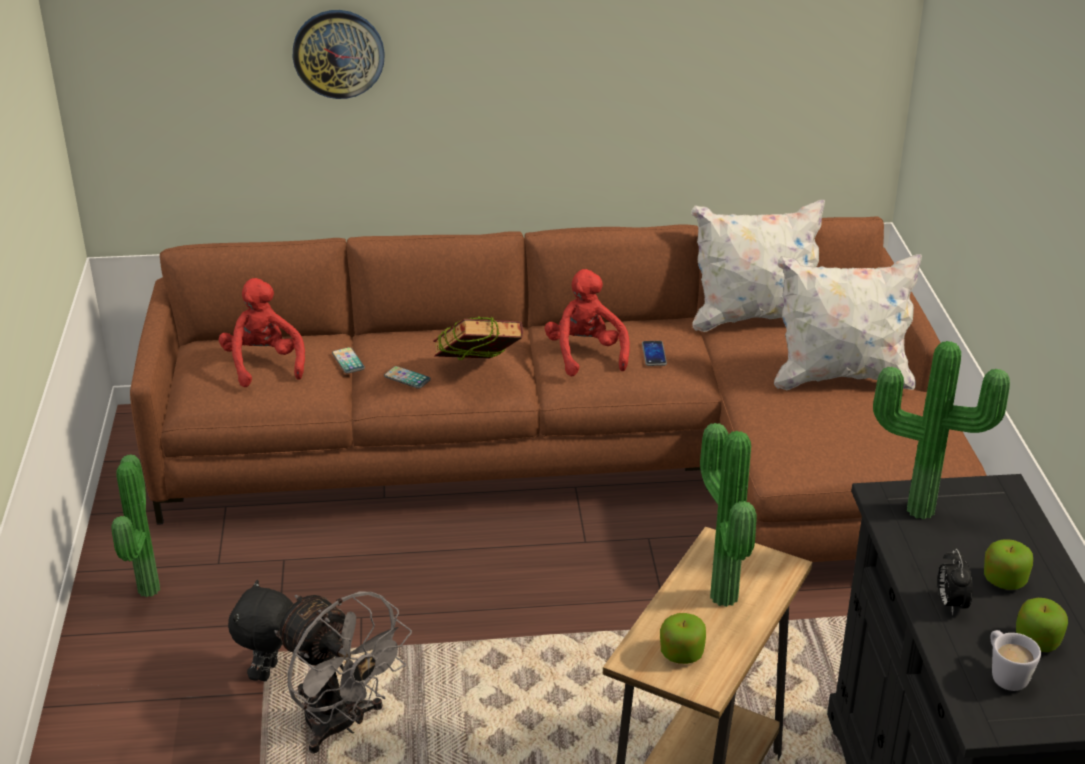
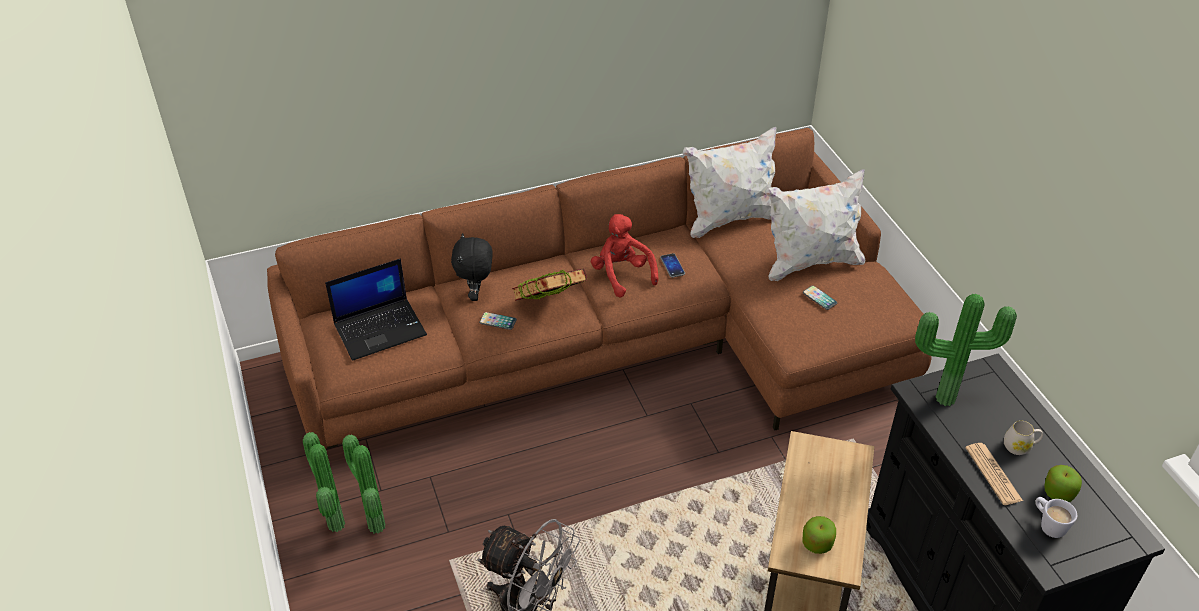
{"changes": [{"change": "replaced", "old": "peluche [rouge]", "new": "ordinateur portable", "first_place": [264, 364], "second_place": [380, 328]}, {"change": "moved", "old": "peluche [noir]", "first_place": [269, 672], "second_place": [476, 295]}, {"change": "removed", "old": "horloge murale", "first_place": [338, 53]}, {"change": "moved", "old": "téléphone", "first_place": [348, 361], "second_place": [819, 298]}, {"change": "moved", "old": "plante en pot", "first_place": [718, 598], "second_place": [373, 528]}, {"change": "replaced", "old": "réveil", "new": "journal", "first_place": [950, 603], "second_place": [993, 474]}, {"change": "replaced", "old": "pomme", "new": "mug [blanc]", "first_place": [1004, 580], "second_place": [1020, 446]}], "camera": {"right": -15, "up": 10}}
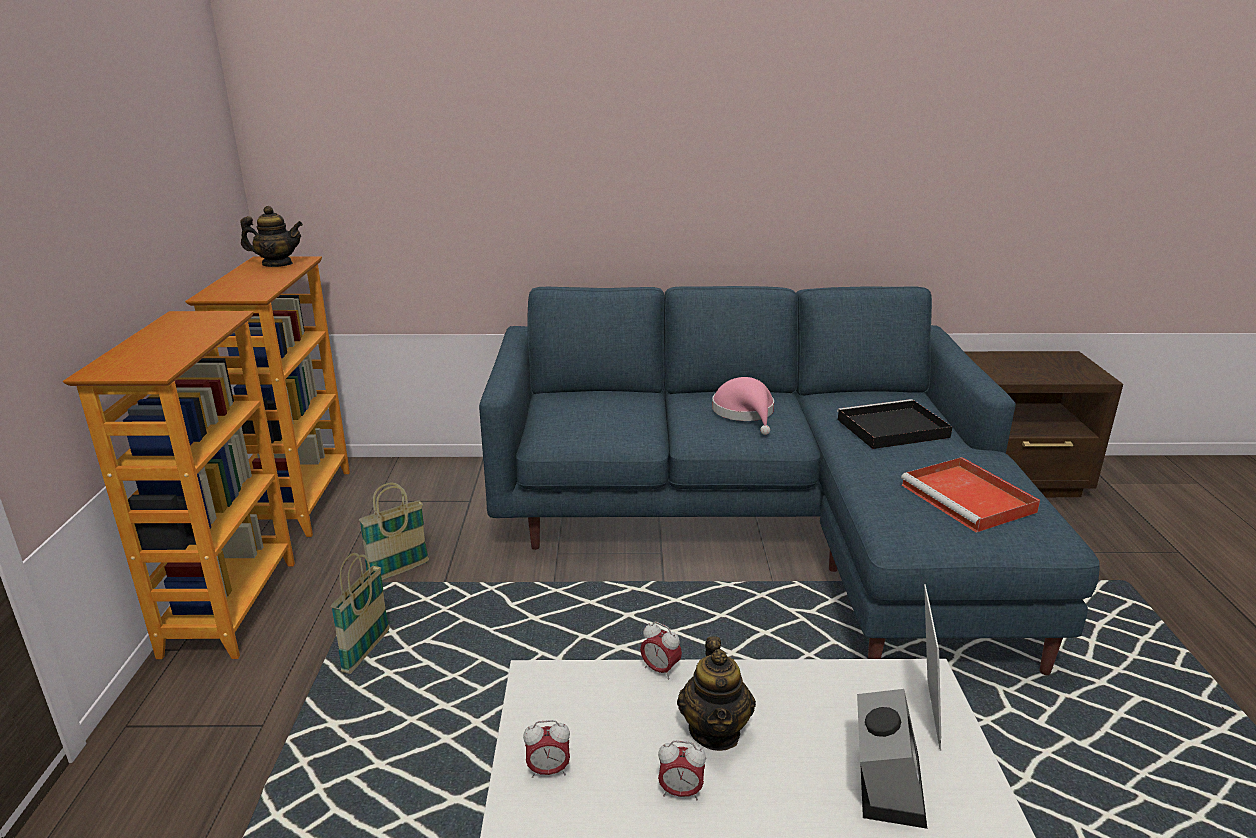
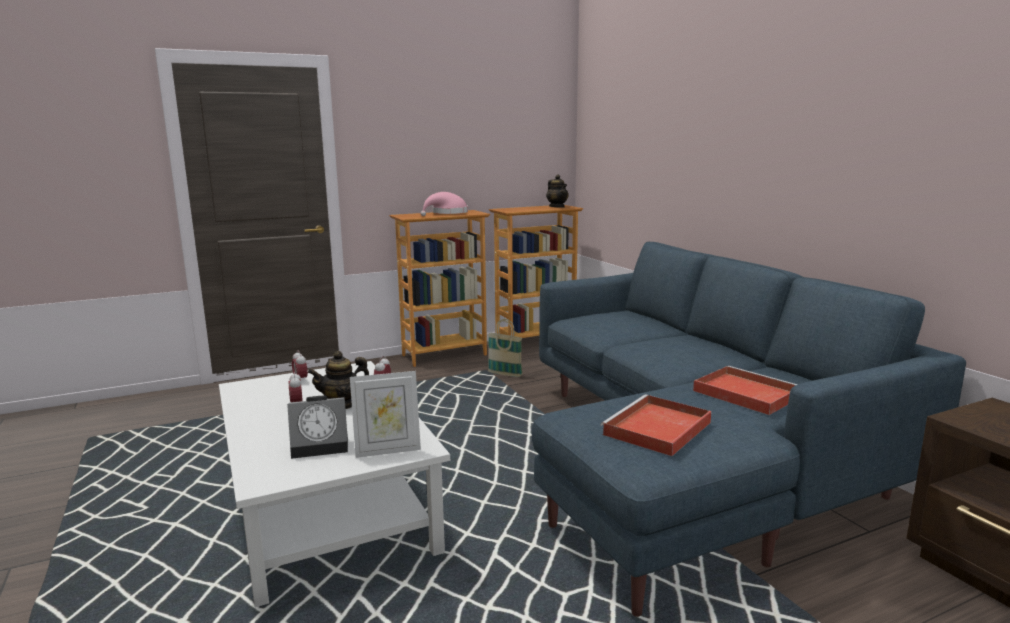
{"changes": [{"change": "removed", "old": "panier", "first_place": [366, 652]}, {"change": "moved", "old": "chapeau [rose]", "first_place": [745, 413], "second_place": [447, 213]}, {"change": "recoloured", "old": "plateau [noir]", "new": "plateau [rouge]", "first_place": [891, 429], "second_place": [744, 393]}], "camera": {"right": 65, "up": -10}}
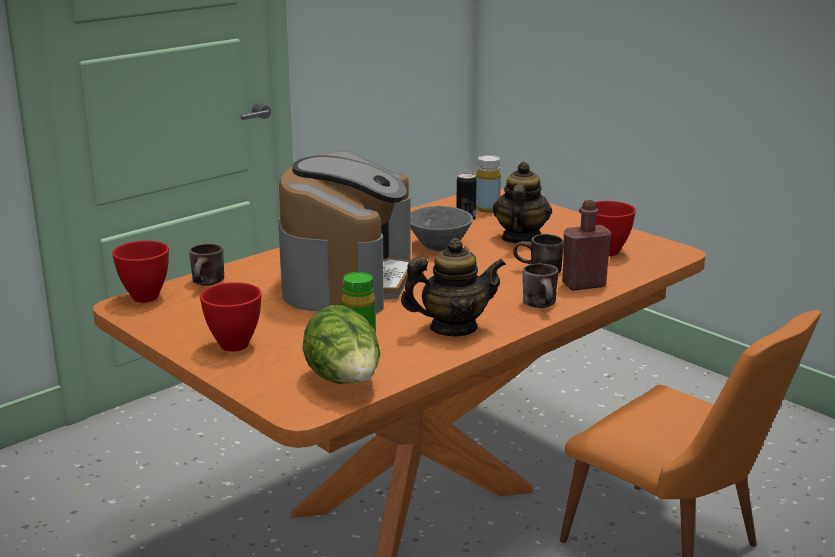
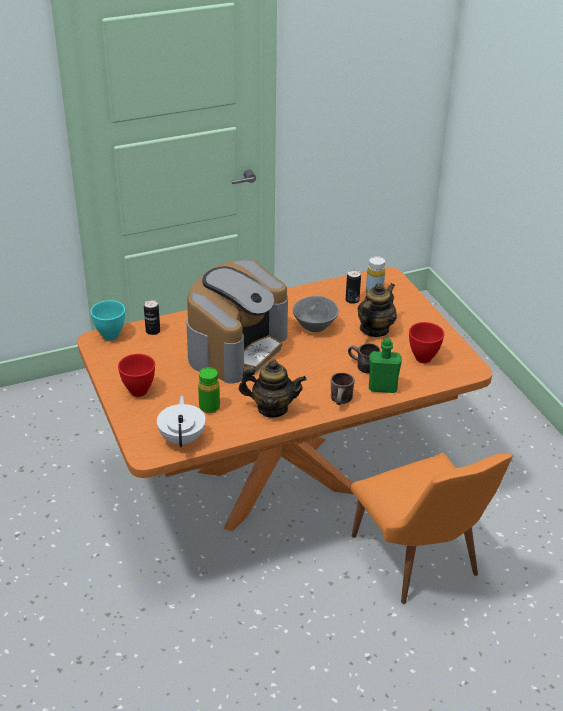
{"changes": [{"change": "recoloured", "old": "bol [rouge]", "new": "bol [turquoise]", "first_place": [146, 298], "second_place": [111, 336]}, {"change": "replaced", "old": "mug [marron]", "new": "boîte métallique", "first_place": [209, 283], "second_place": [153, 331]}, {"change": "replaced", "old": "laitue", "new": "théière [blanc]", "first_place": [345, 382], "second_place": [182, 438]}, {"change": "recoloured", "old": "bouteille [rouge]", "new": "bouteille [vert]", "first_place": [584, 285], "second_place": [382, 388]}], "camera": {"right": 20, "up": 15}}
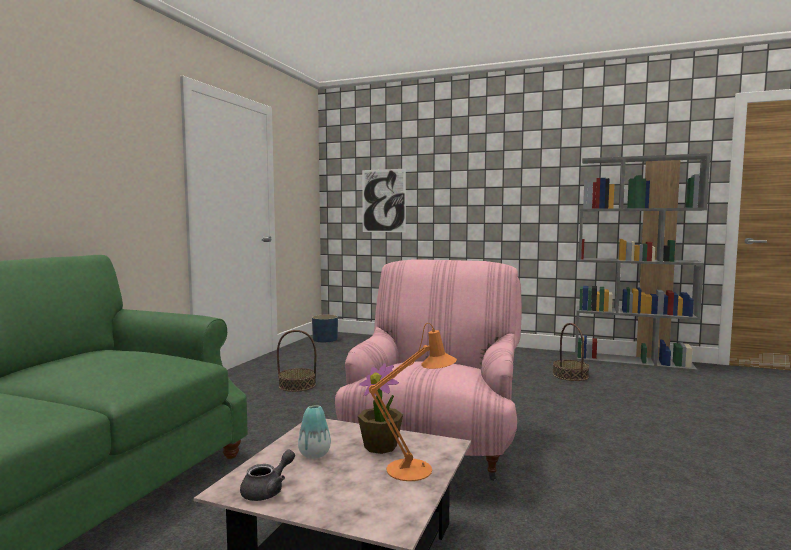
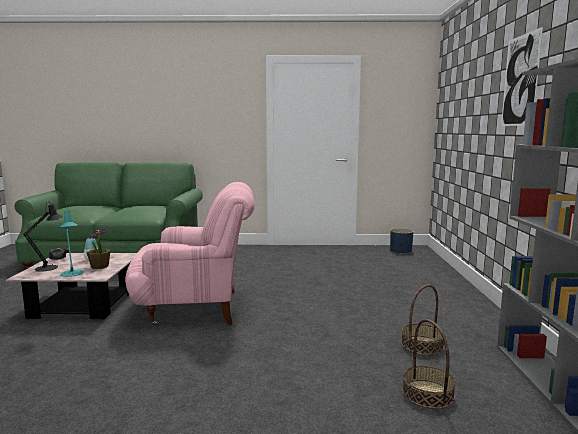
{"changes": [{"change": "moved", "old": "panier", "first_place": [297, 385], "second_place": [428, 394]}, {"change": "moved", "old": "tableau", "first_place": [383, 200], "second_place": [520, 80]}, {"change": "recoloured", "old": "lampe de table [orange]", "new": "lampe de table [turquoise]", "first_place": [416, 469], "second_place": [72, 274]}, {"change": "added", "new": "lampe de table [noir]", "second_place": [49, 267]}], "camera": {"right": 70, "up": 5}}
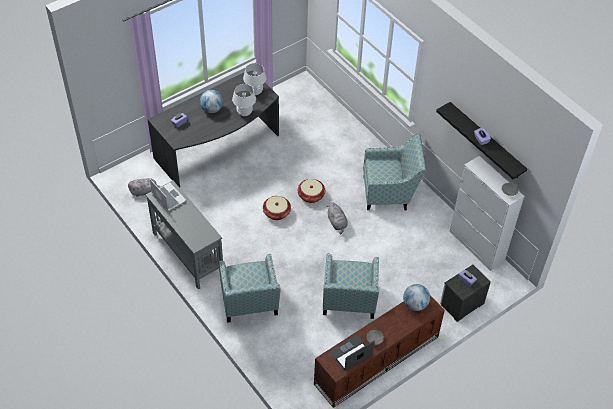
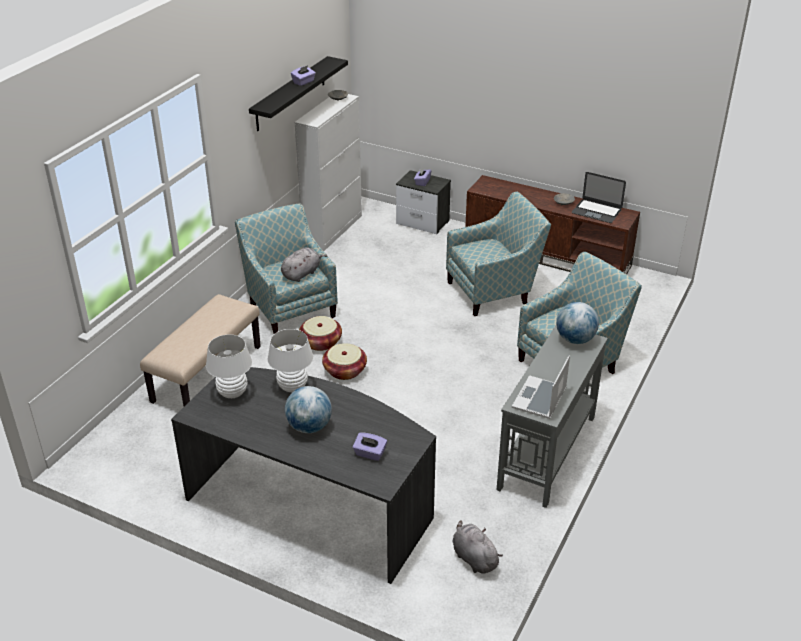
{"changes": [{"change": "moved", "old": "panier", "first_place": [276, 213], "second_place": [321, 342]}, {"change": "moved", "old": "peluche [gris]", "first_place": [337, 223], "second_place": [302, 273]}, {"change": "moved", "old": "globe", "first_place": [415, 304], "second_place": [575, 339]}, {"change": "added", "new": "banc [beige]", "second_place": [206, 373]}], "camera": {"right": -115, "up": -15}}
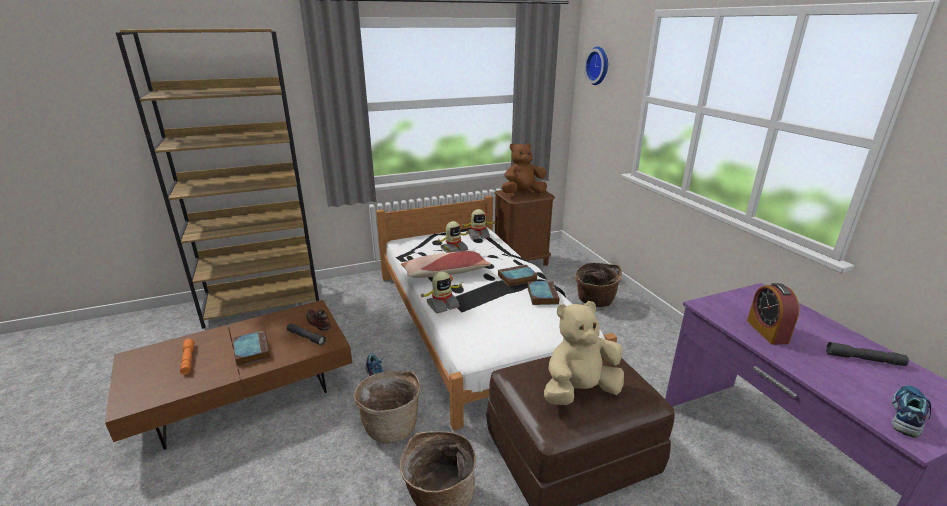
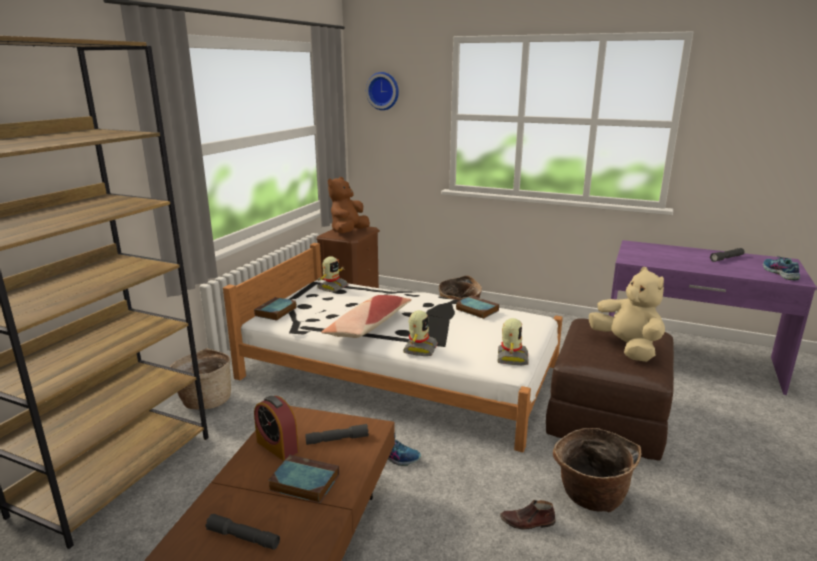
{"changes": [{"change": "recoloured", "old": "lampe de poche [orange]", "new": "lampe de poche [gris]", "first_place": [188, 360], "second_place": [243, 537]}, {"change": "moved", "old": "chaussure [marron]", "first_place": [318, 323], "second_place": [527, 522]}, {"change": "moved", "old": "panier", "first_place": [391, 425], "second_place": [205, 400]}, {"change": "moved", "old": "robot jouet", "first_place": [453, 249], "second_place": [511, 358]}, {"change": "moved", "old": "livre", "first_place": [517, 278], "second_place": [276, 312]}, {"change": "turned", "old": "peluche [beige]", "first_place": [579, 391], "second_place": [626, 347], "degrees": 135}, {"change": "moved", "old": "réveil", "first_place": [767, 331], "second_place": [277, 446]}], "camera": {"right": -45, "up": -5}}
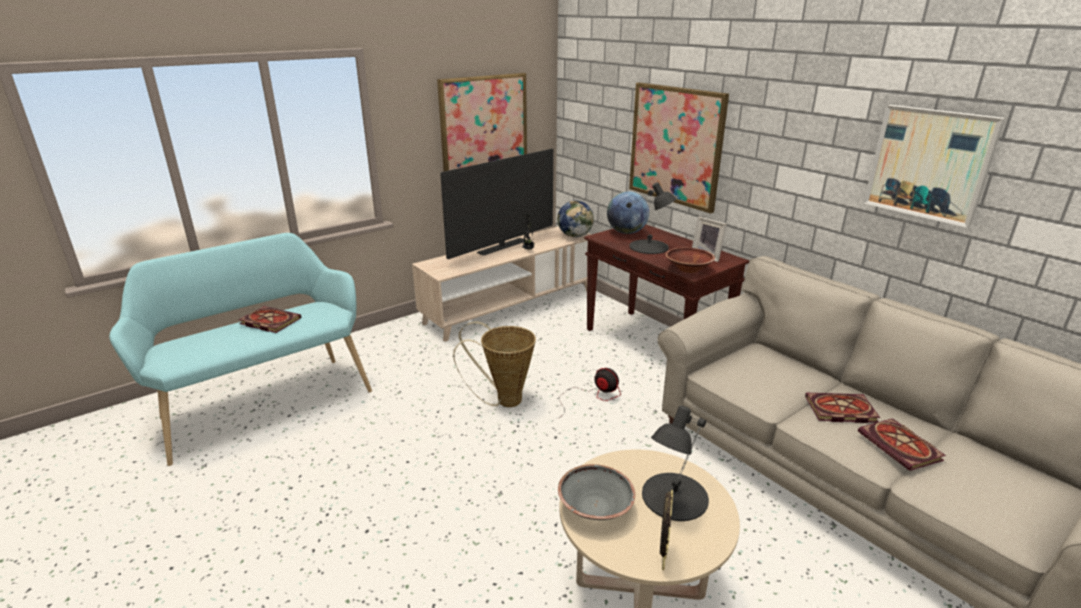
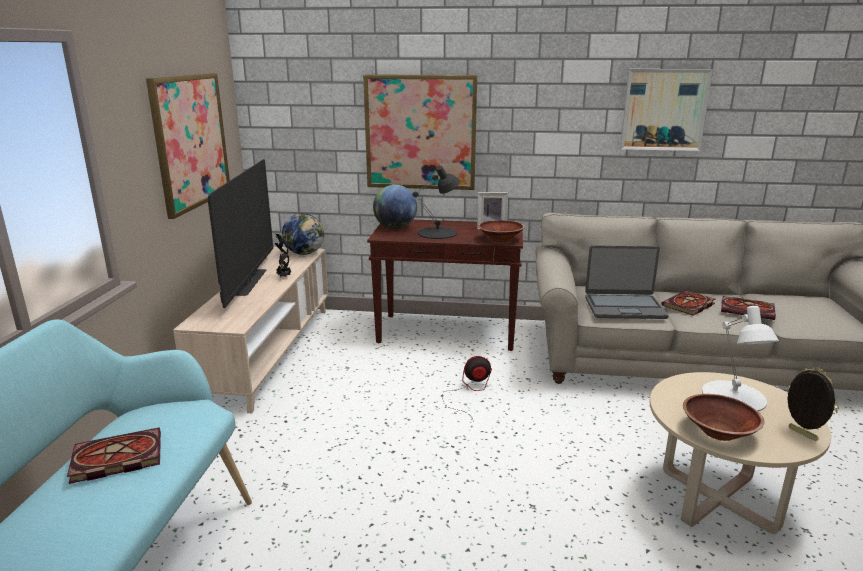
{"changes": [{"change": "removed", "old": "panier", "first_place": [503, 400]}, {"change": "recoloured", "old": "bol [gris]", "new": "bol [marron]", "first_place": [595, 507], "second_place": [718, 432]}, {"change": "recoloured", "old": "lampe de table [noir]", "new": "lampe de table [blanc]", "first_place": [673, 497], "second_place": [733, 397]}, {"change": "added", "new": "ordinateur portable", "second_place": [624, 307]}], "camera": {"right": -45, "up": -5}}
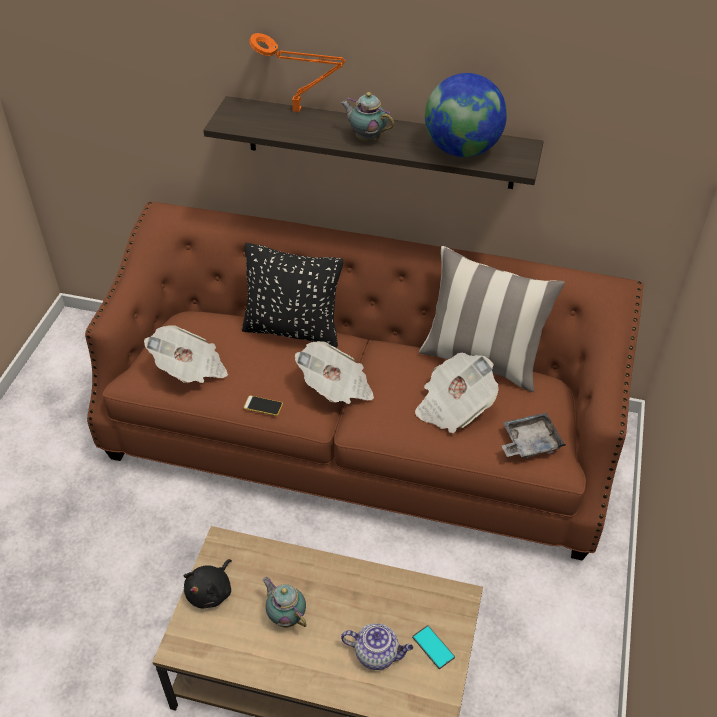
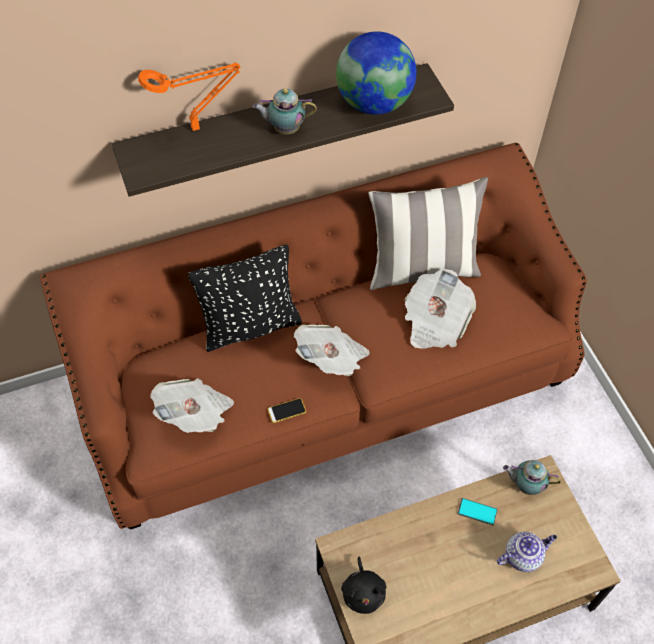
{"changes": [{"change": "moved", "old": "théière", "first_place": [286, 616], "second_place": [526, 485]}, {"change": "moved", "old": "téléphone", "first_place": [433, 647], "second_place": [477, 512]}, {"change": "removed", "old": "plateau [gris]", "first_place": [529, 443]}], "camera": {"right": -35, "up": 10}}
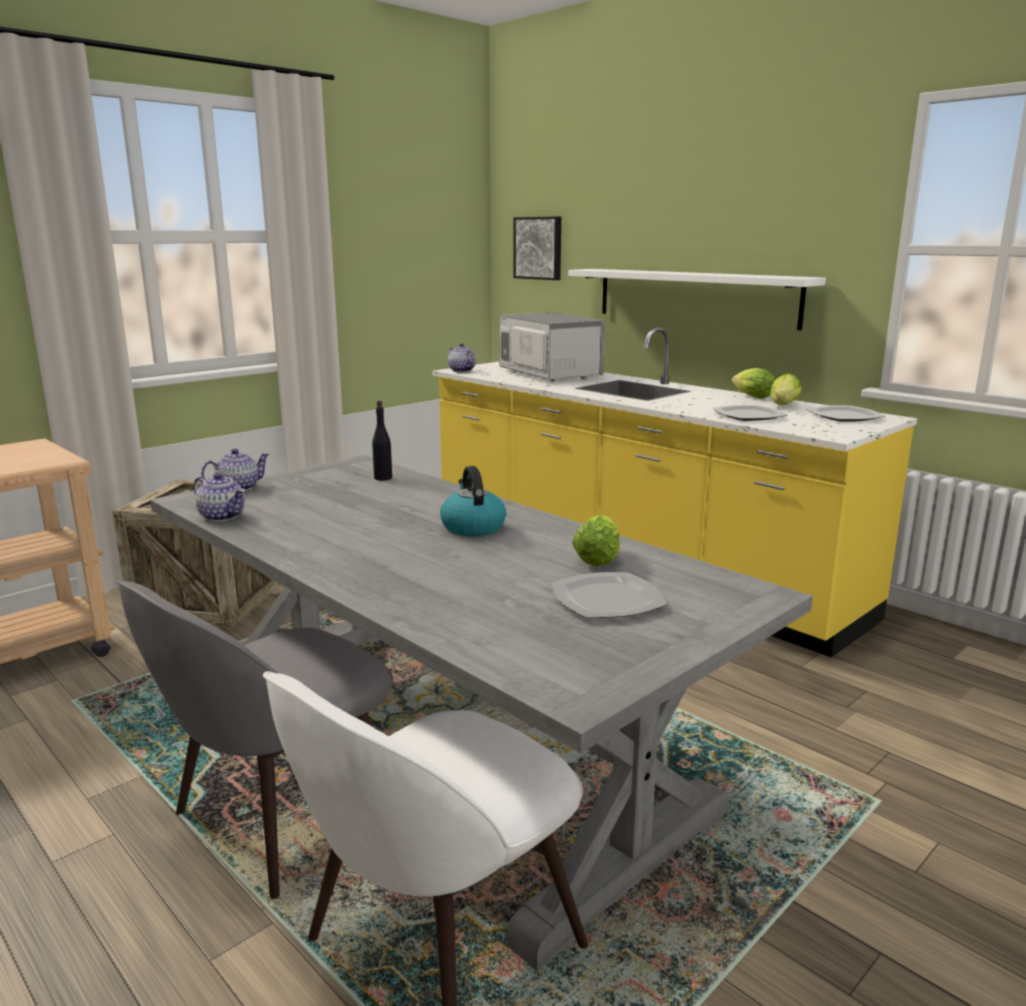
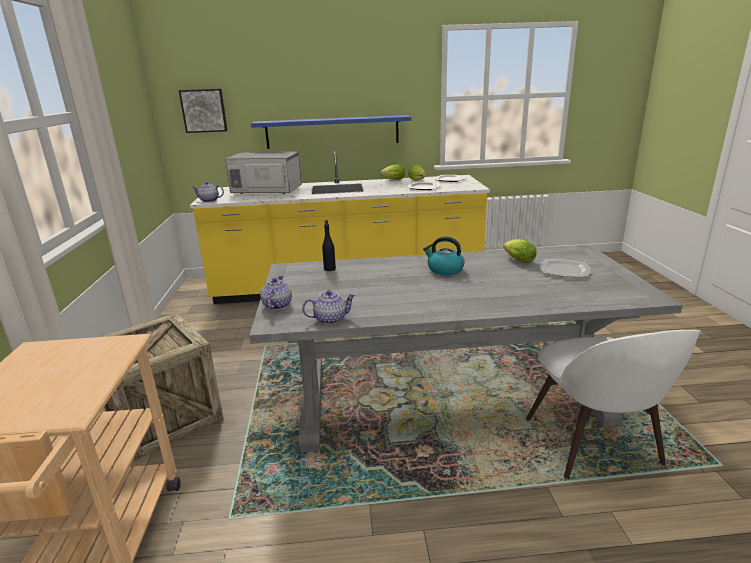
{"changes": [{"change": "removed", "old": "chaise [gris]", "first_place": [281, 818]}, {"change": "recoloured", "old": "étagère [blanc]", "new": "étagère [bleu]", "first_place": [694, 297], "second_place": [332, 132]}], "camera": {"right": -50, "up": 5}}
